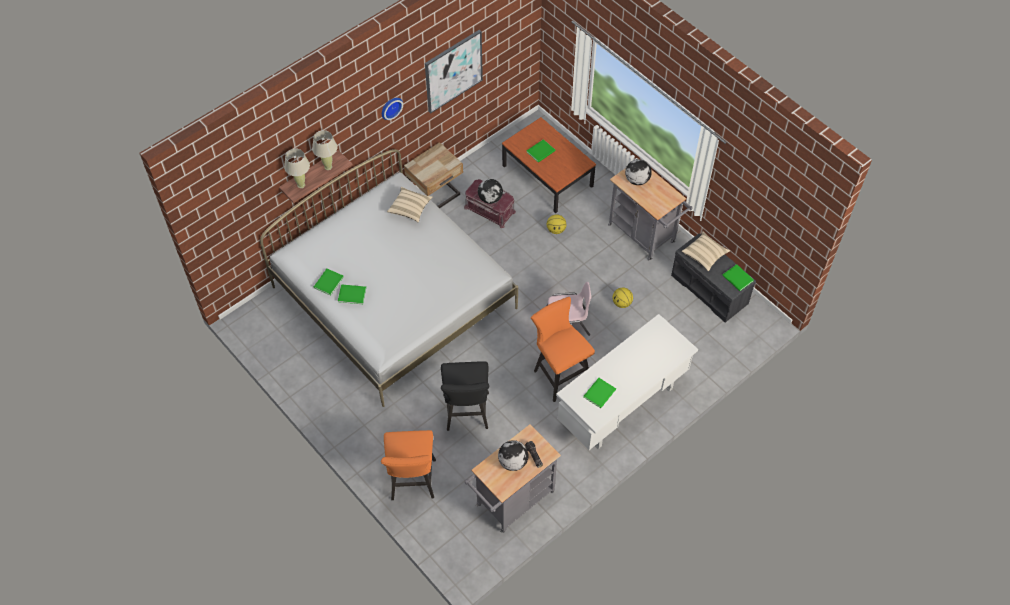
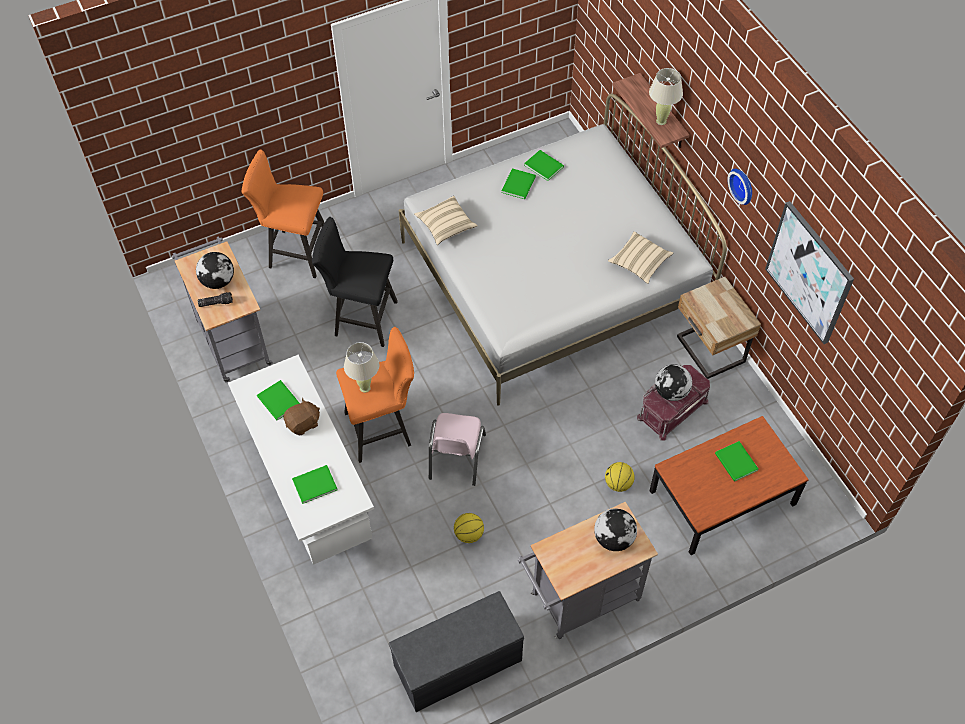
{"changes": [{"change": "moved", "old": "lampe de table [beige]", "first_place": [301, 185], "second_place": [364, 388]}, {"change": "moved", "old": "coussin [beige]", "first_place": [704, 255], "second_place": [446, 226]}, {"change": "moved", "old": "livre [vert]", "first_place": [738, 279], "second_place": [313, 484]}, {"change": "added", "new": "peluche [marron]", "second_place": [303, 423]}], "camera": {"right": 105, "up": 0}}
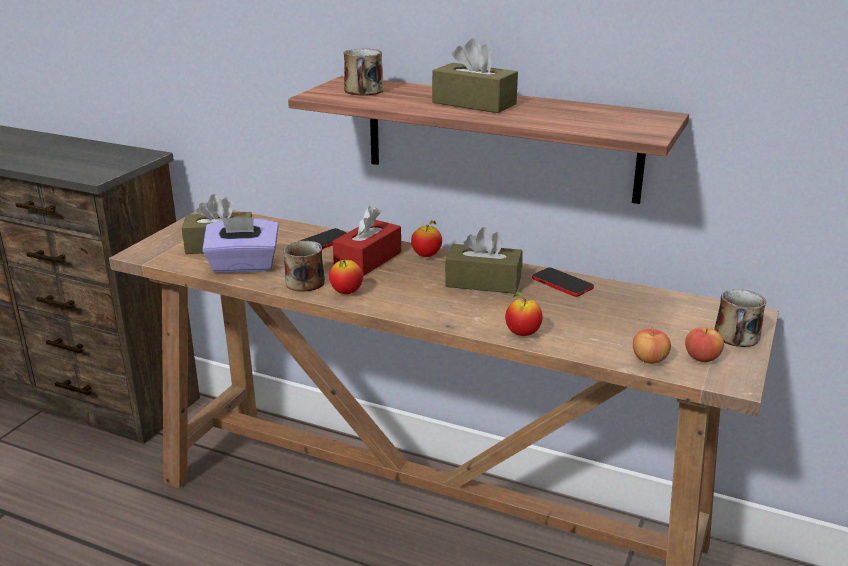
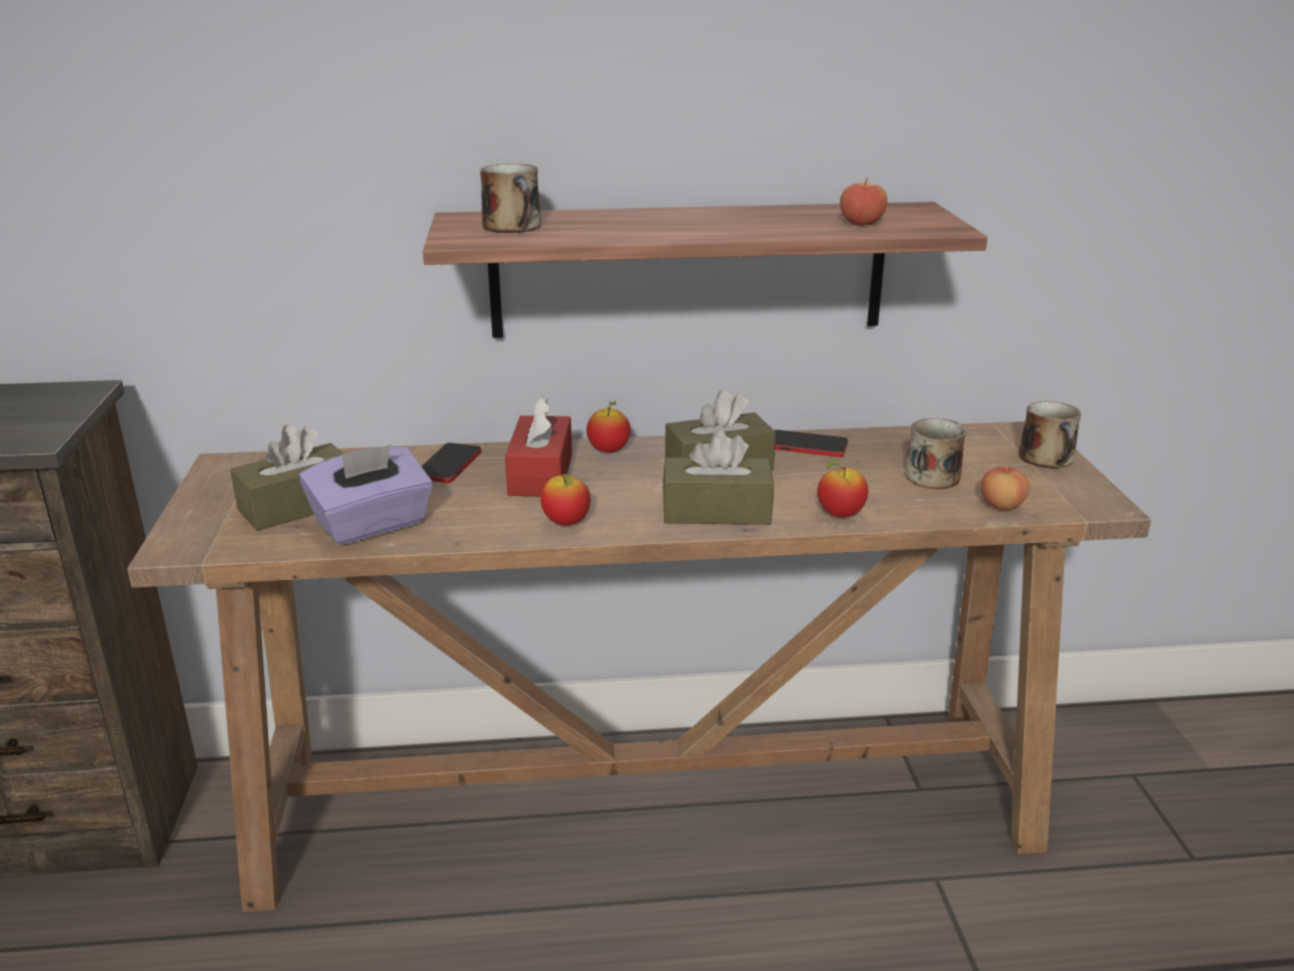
{"changes": [{"change": "moved", "old": "mug", "first_place": [306, 281], "second_place": [929, 475]}, {"change": "moved", "old": "boîte à mouchoirs [marron]", "first_place": [474, 103], "second_place": [716, 511]}, {"change": "moved", "old": "pomme", "first_place": [702, 358], "second_place": [861, 223]}], "camera": {"right": -30, "up": 0}}
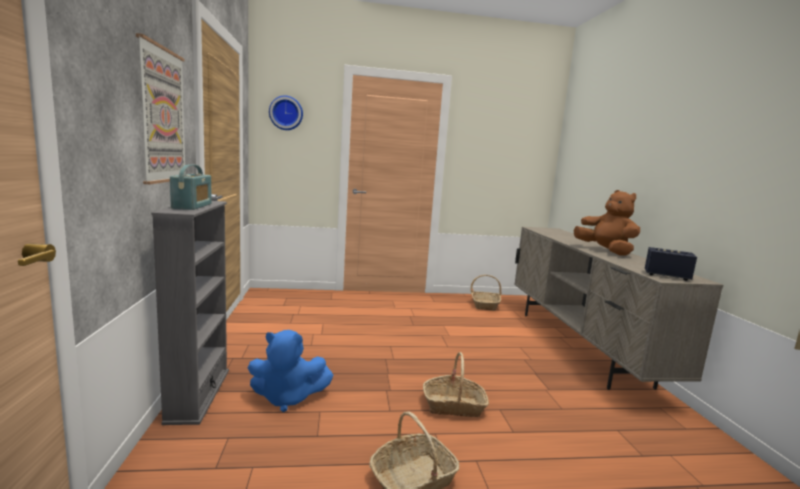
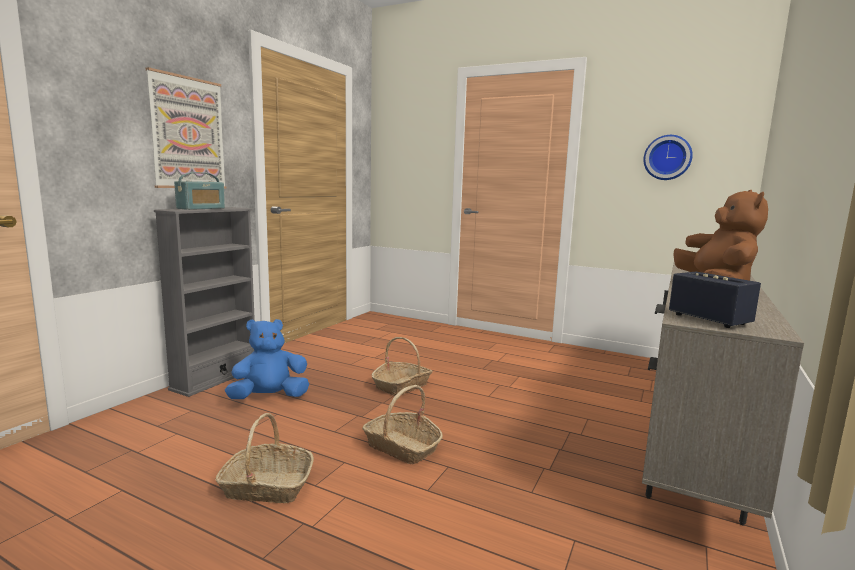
{"changes": [{"change": "turned", "old": "peluche [bleu]", "first_place": [287, 398], "second_place": [269, 397], "degrees": 120}, {"change": "moved", "old": "horloge murale", "first_place": [286, 113], "second_place": [667, 157]}, {"change": "moved", "old": "panier", "first_place": [485, 305], "second_place": [402, 385]}], "camera": {"right": 35, "up": 0}}
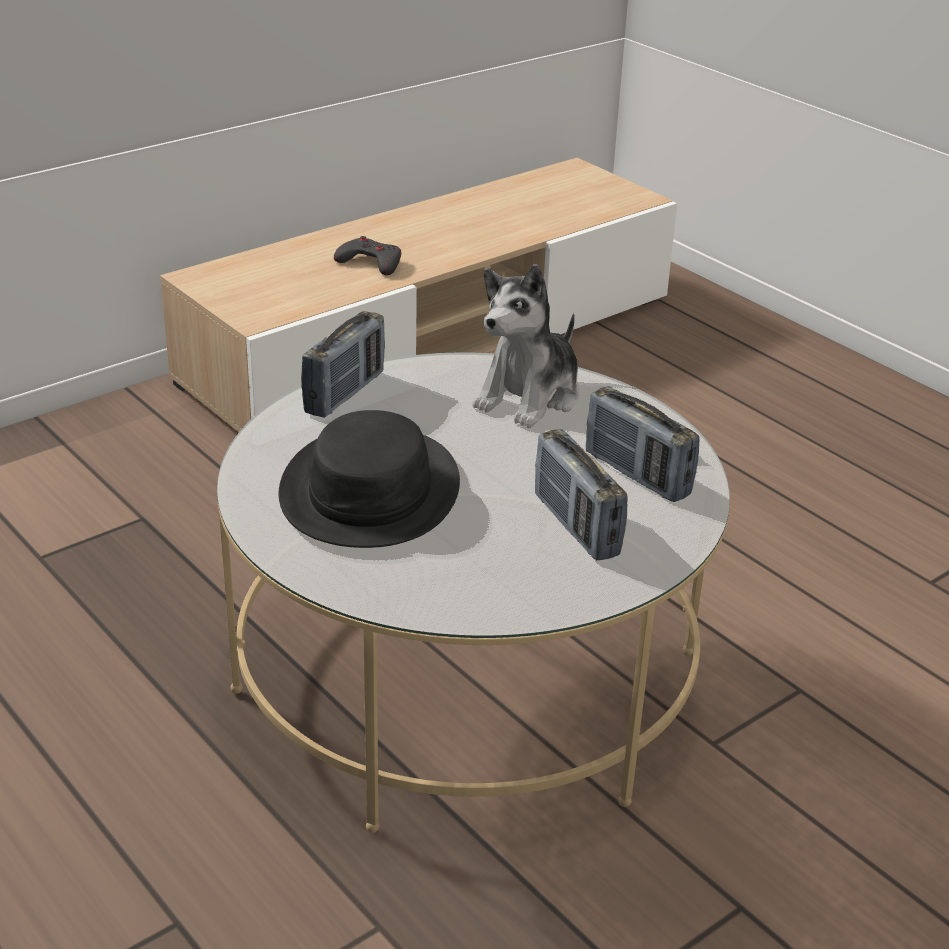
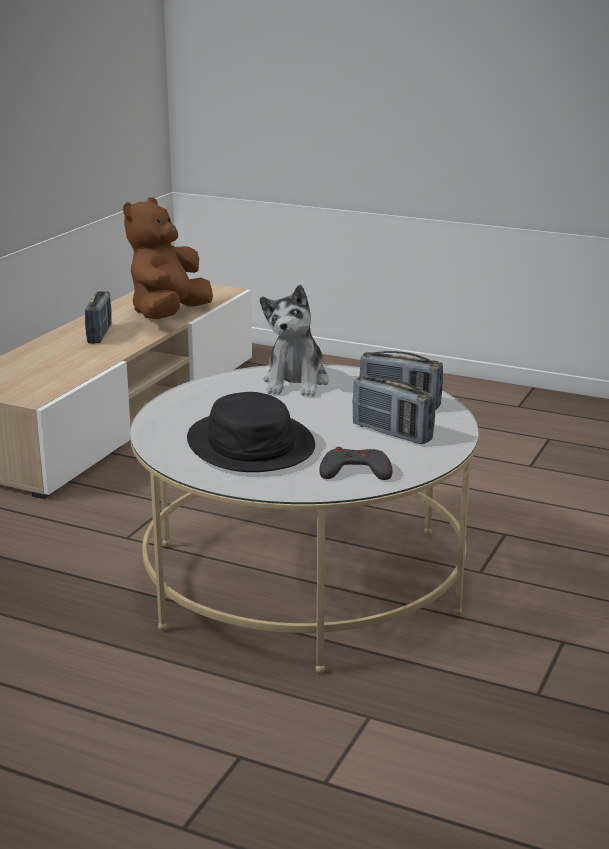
{"changes": [{"change": "moved", "old": "radio", "first_place": [345, 393], "second_place": [99, 334]}, {"change": "moved", "old": "manette [gris]", "first_place": [370, 262], "second_place": [355, 471]}, {"change": "added", "new": "peluche [marron]", "second_place": [168, 316]}], "camera": {"right": -25, "up": -10}}
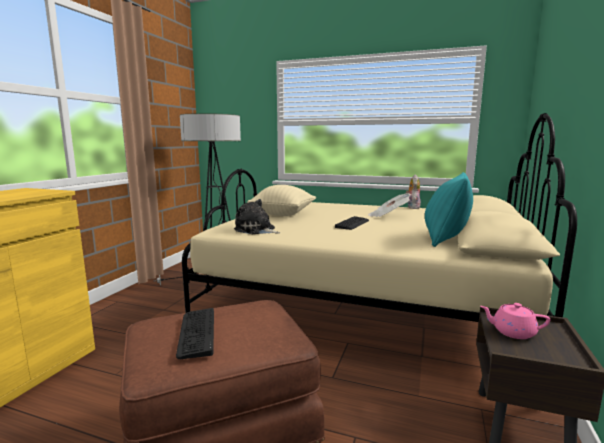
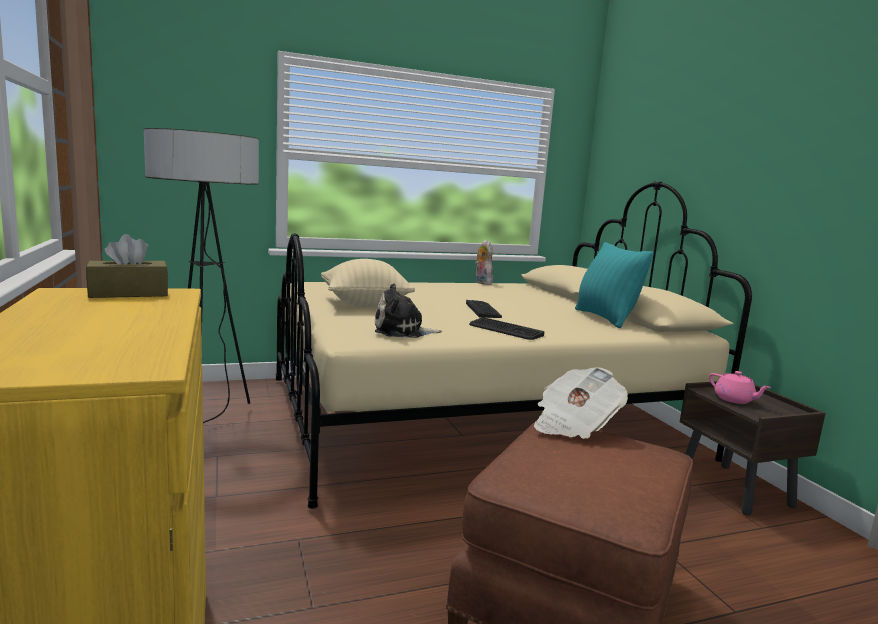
{"changes": [{"change": "moved", "old": "clavier", "first_place": [197, 333], "second_place": [505, 330]}, {"change": "moved", "old": "journal", "first_place": [388, 216], "second_place": [574, 425]}, {"change": "turned", "old": "théière [rose]", "first_place": [512, 332], "second_place": [734, 400], "degrees": -105}, {"change": "added", "new": "boîte à mouchoirs [marron]", "second_place": [129, 293]}], "camera": {"right": -40, "up": 0}}
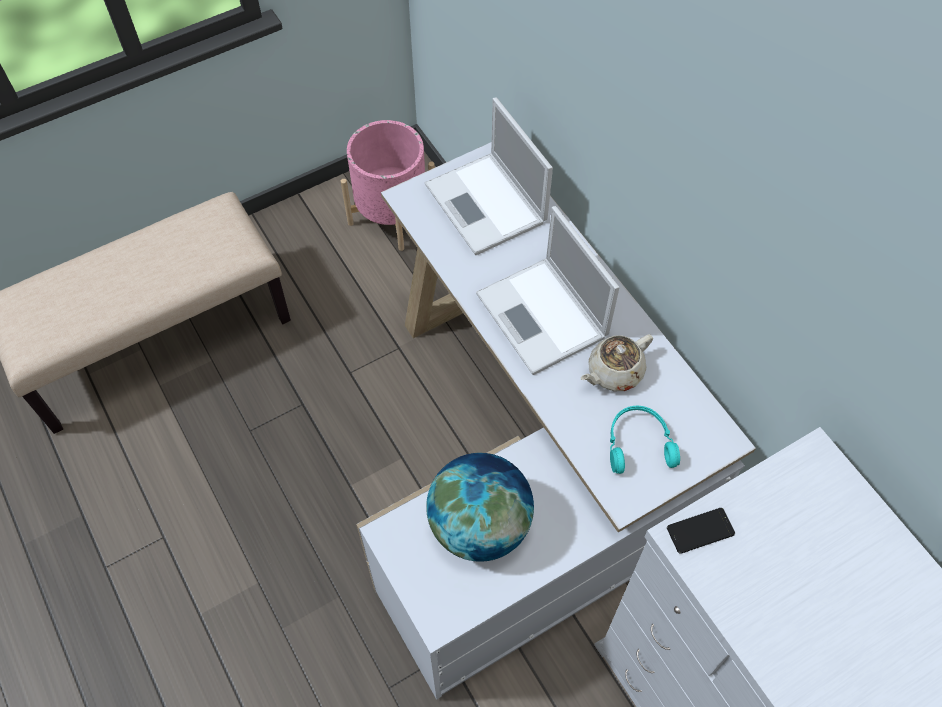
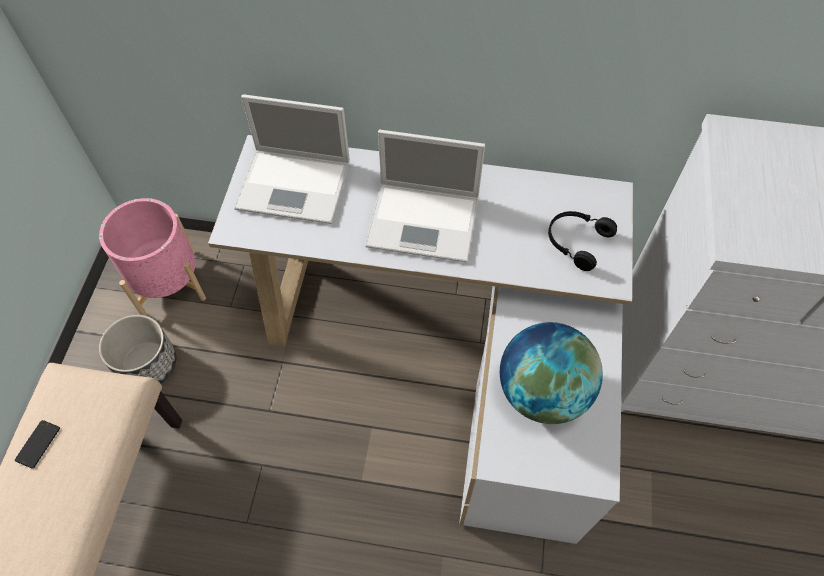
{"changes": [{"change": "removed", "old": "théière [beige]", "first_place": [614, 372]}, {"change": "recoloured", "old": "casque audio [turquoise]", "new": "casque audio [noir]", "first_place": [638, 443], "second_place": [576, 241]}, {"change": "moved", "old": "téléphone", "first_place": [700, 531], "second_place": [38, 444]}, {"change": "added", "new": "cache-pot", "second_place": [147, 363]}], "camera": {"right": -50, "up": 0}}
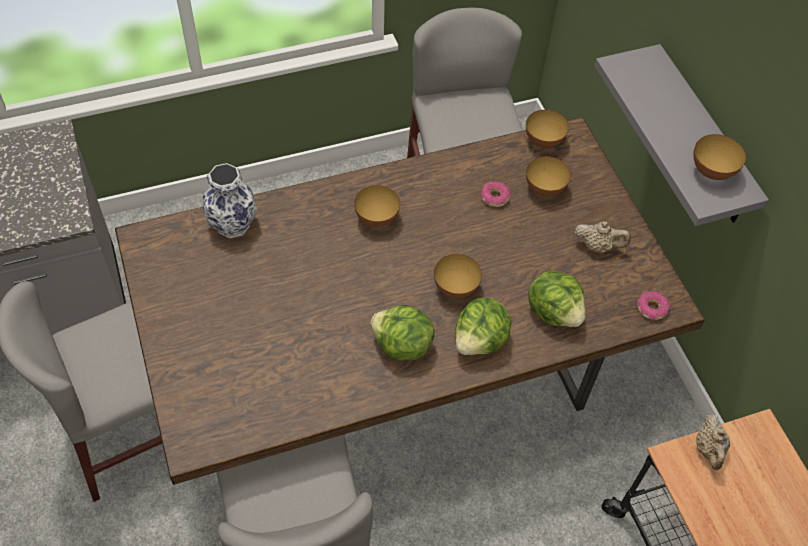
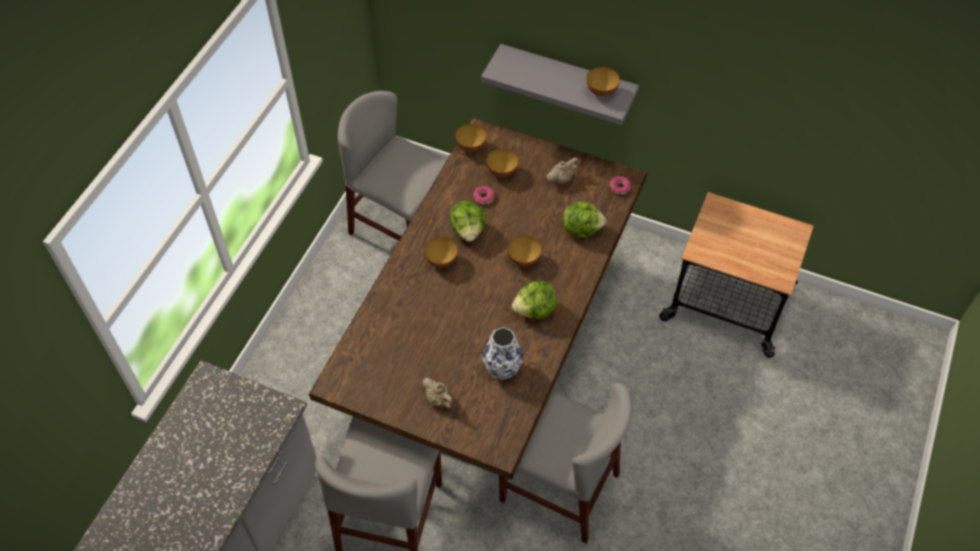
{"changes": [{"change": "moved", "old": "vase", "first_place": [232, 225], "second_place": [502, 369]}, {"change": "moved", "old": "laitue", "first_place": [480, 340], "second_place": [468, 230]}, {"change": "moved", "old": "théière [beige]", "first_place": [709, 450], "second_place": [439, 400]}], "camera": {"right": -45, "up": 0}}
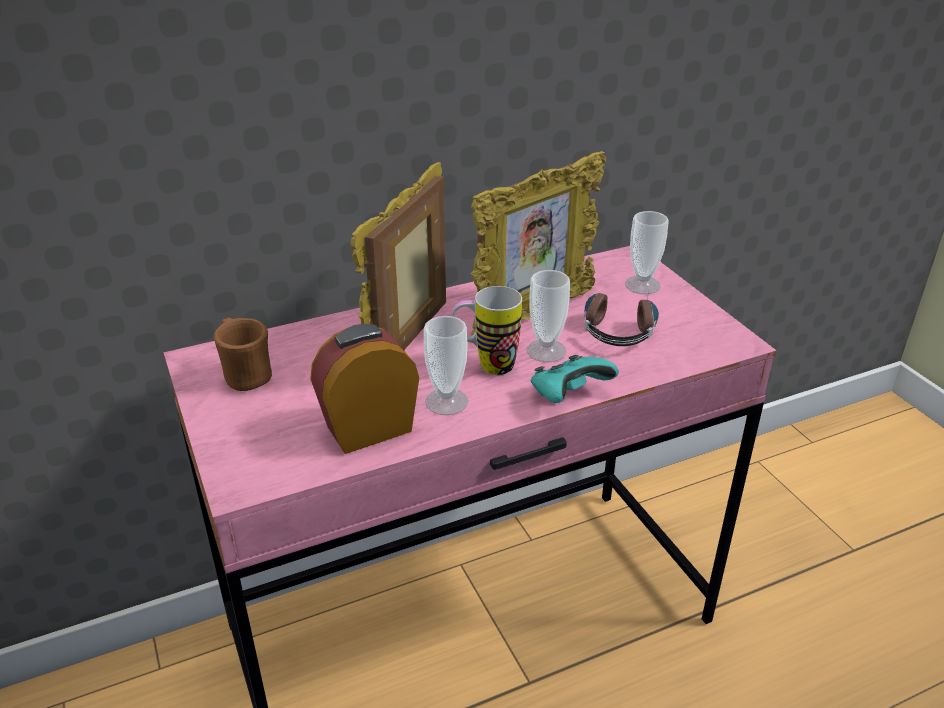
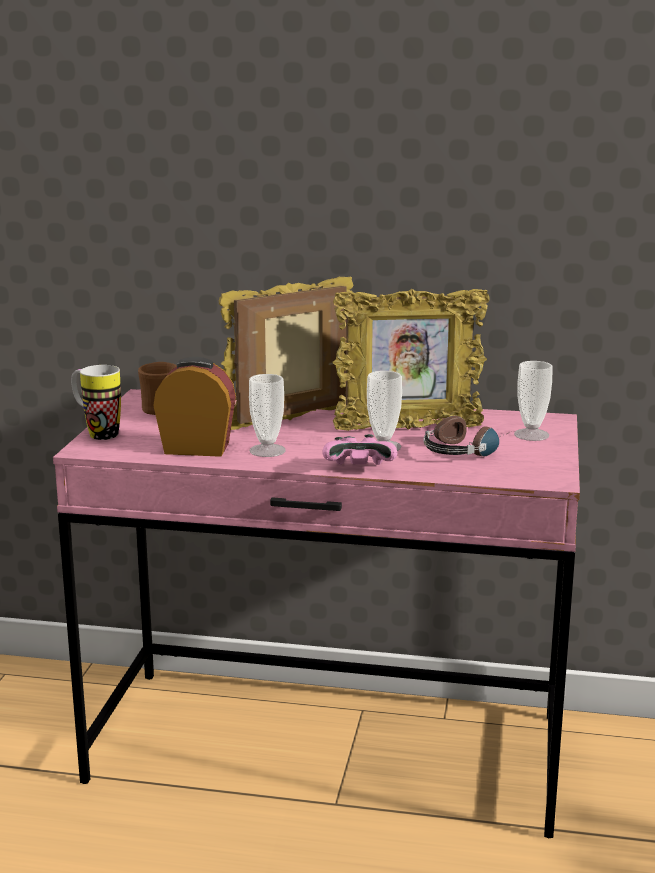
{"changes": [{"change": "moved", "old": "mug", "first_place": [485, 365], "second_place": [97, 433]}, {"change": "recoloured", "old": "manette [turquoise]", "new": "manette [rose]", "first_place": [569, 395], "second_place": [359, 469]}], "camera": {"right": 35, "up": -15}}
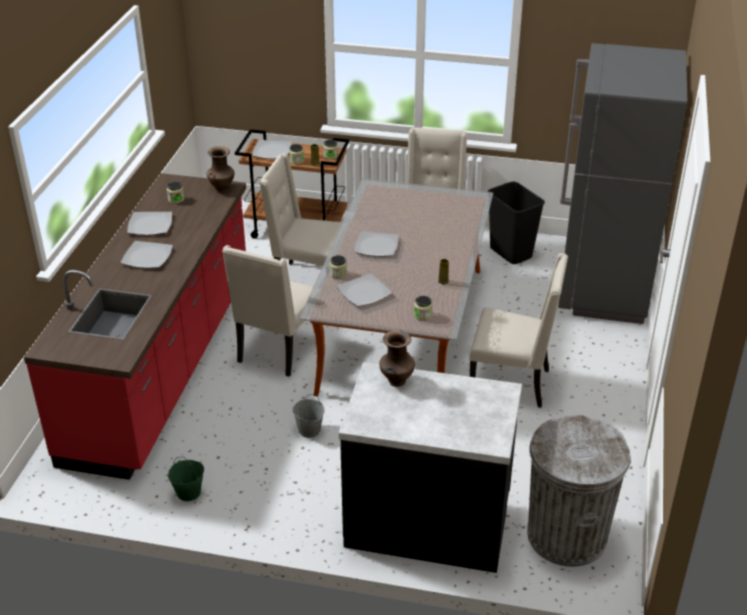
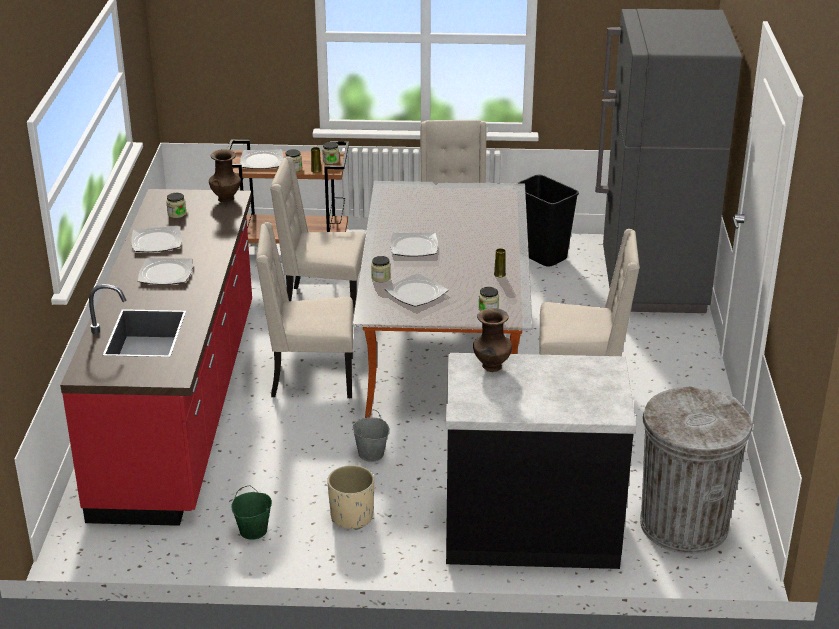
{"changes": [{"change": "turned", "old": "chaise [beige]", "first_place": [278, 351], "second_place": [310, 378], "degrees": 75}, {"change": "added", "new": "cache-pot [beige]", "second_place": [351, 517]}], "camera": {"right": -10, "up": -5}}
